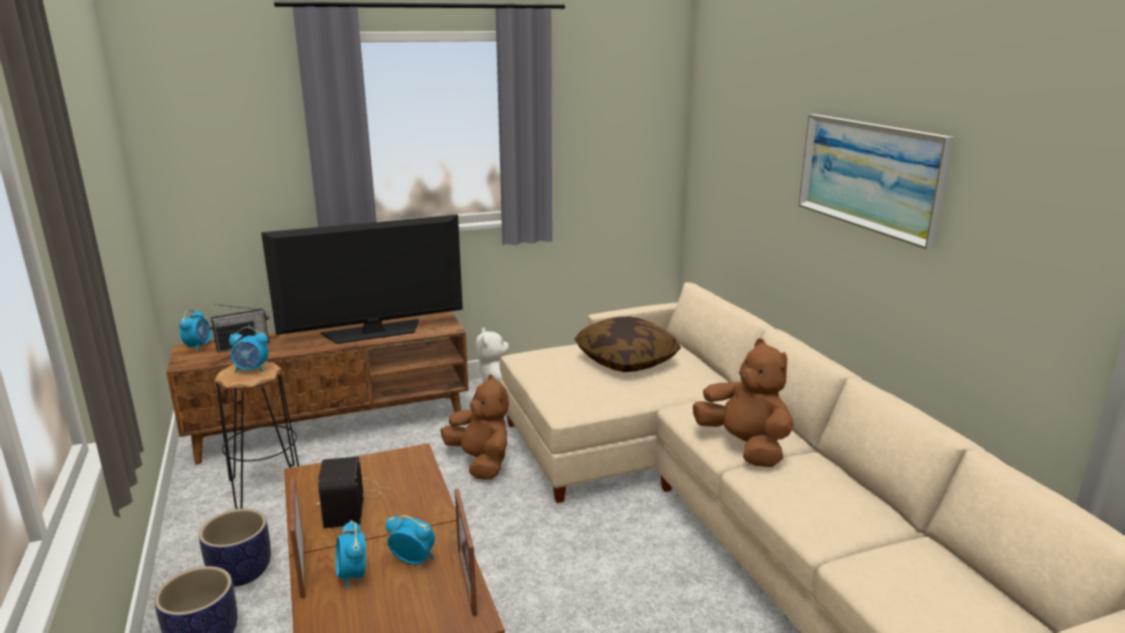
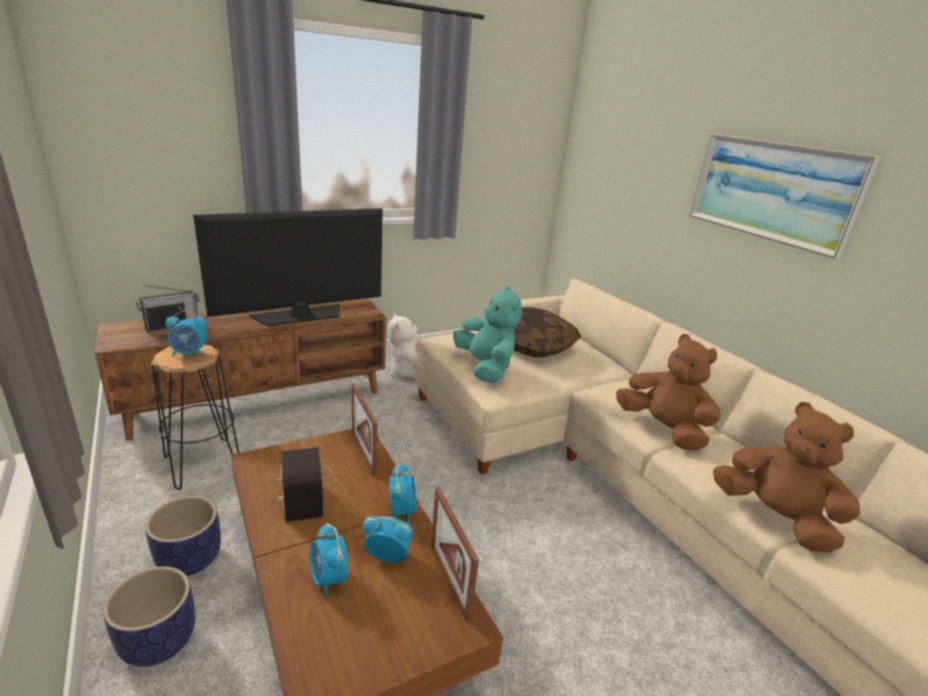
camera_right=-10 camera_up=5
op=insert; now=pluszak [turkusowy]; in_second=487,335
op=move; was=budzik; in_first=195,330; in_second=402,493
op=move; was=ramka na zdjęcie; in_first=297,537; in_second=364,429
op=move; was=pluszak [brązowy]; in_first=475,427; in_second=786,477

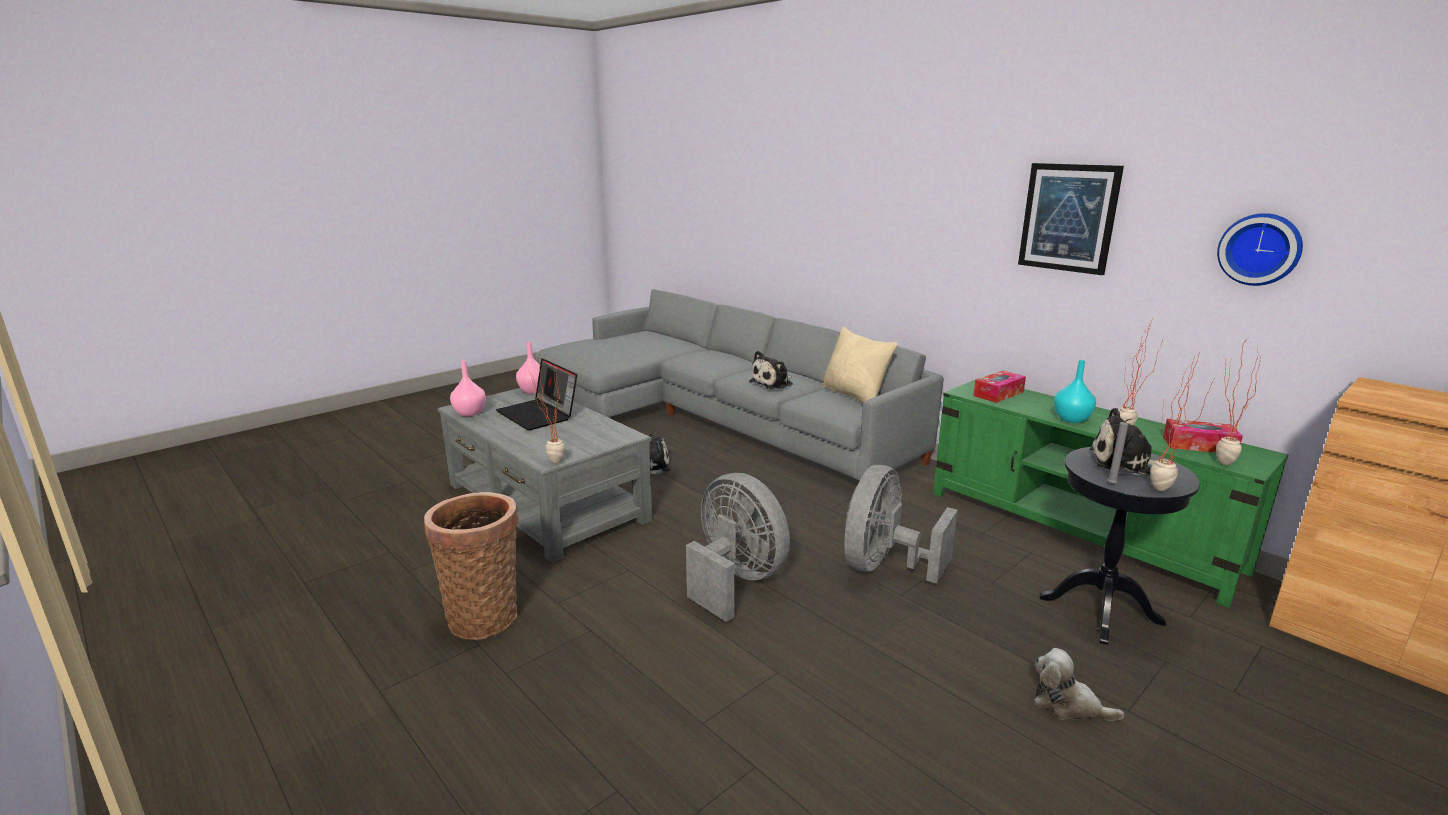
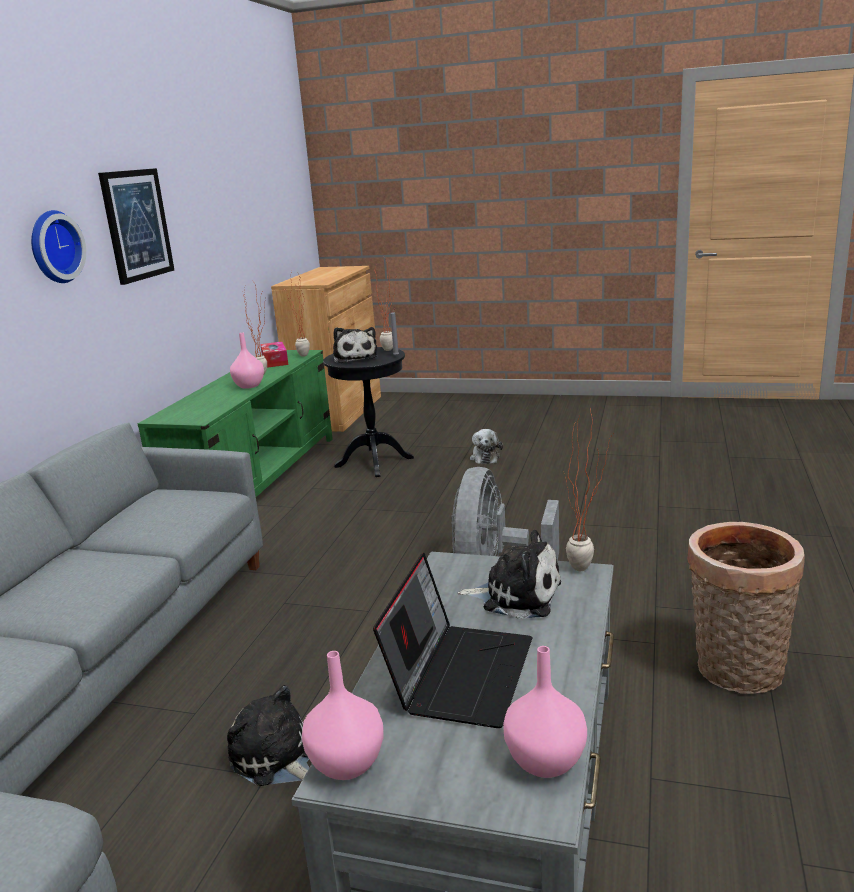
camera_right=-120 camera_up=0
op=delete; was=poduszka [beżowy]; in_first=860,365
op=delete; was=wentylator [szary]; in_first=901,524
op=delete; was=pudełko chusteczek; in_first=999,387
op=move; was=pluszak; in_first=771,370; in_second=509,574
op=move; was=zegar ścienny; in_first=1260,249; in_second=58,246
op=recolor; was=wazon [turkusowy]; now=wazon [różowy]; in_first=1075,391; in_second=247,361

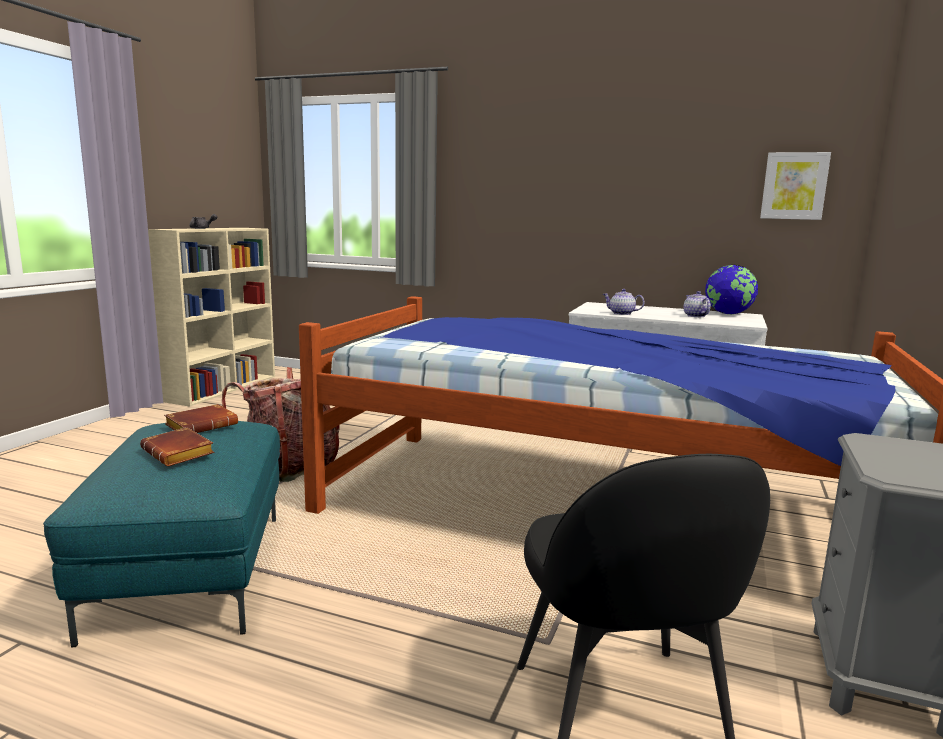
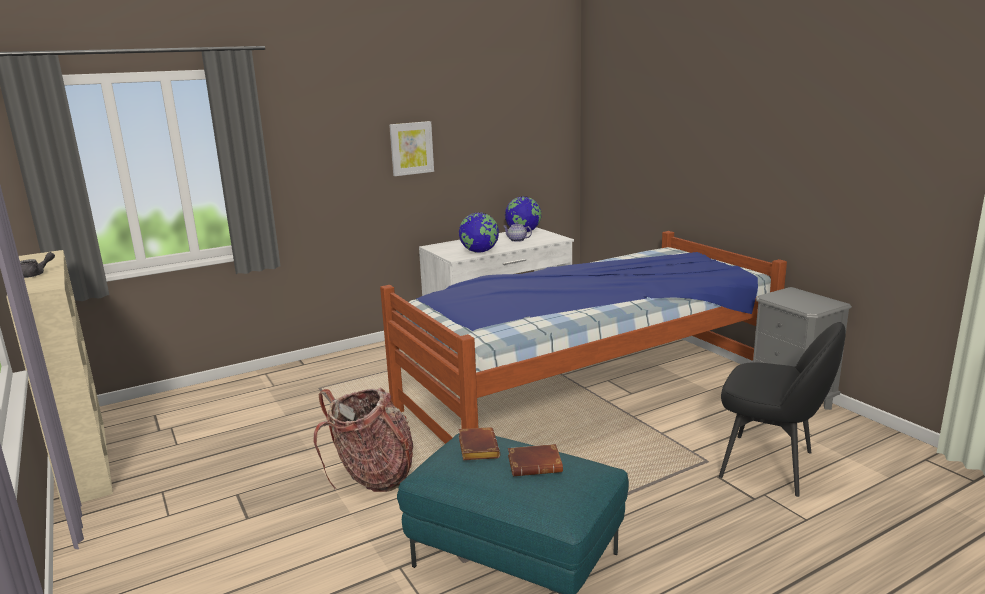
camera_right=-50 camera_up=5
op=move; was=obraz; in_first=795,186; in_second=411,148
op=replace; was=imbryk; now=globus; in_first=624,302; in_second=479,232

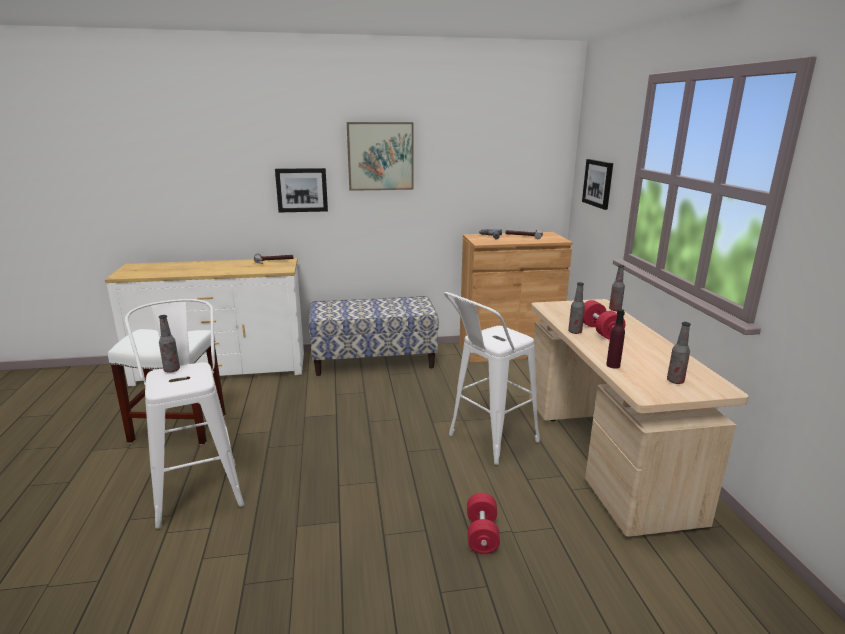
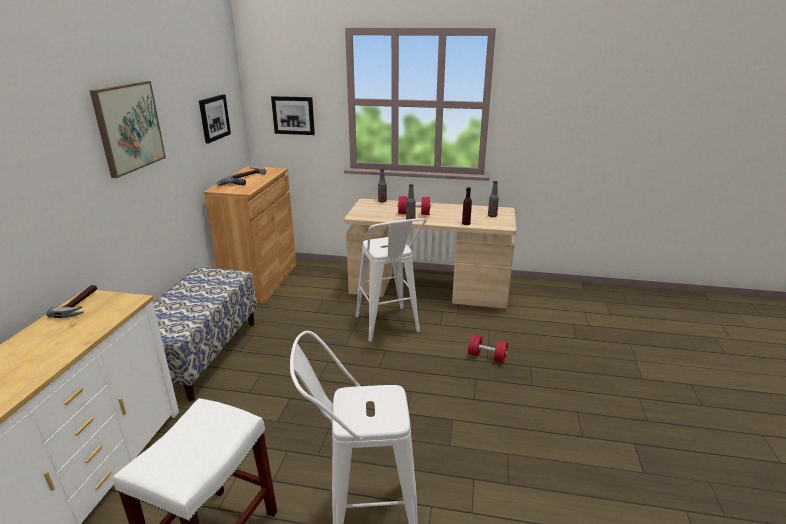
camera_right=-70 camera_up=5
op=delete; was=butelka; in_first=169,344
op=move; was=obraz; in_first=301,190; in_second=215,118

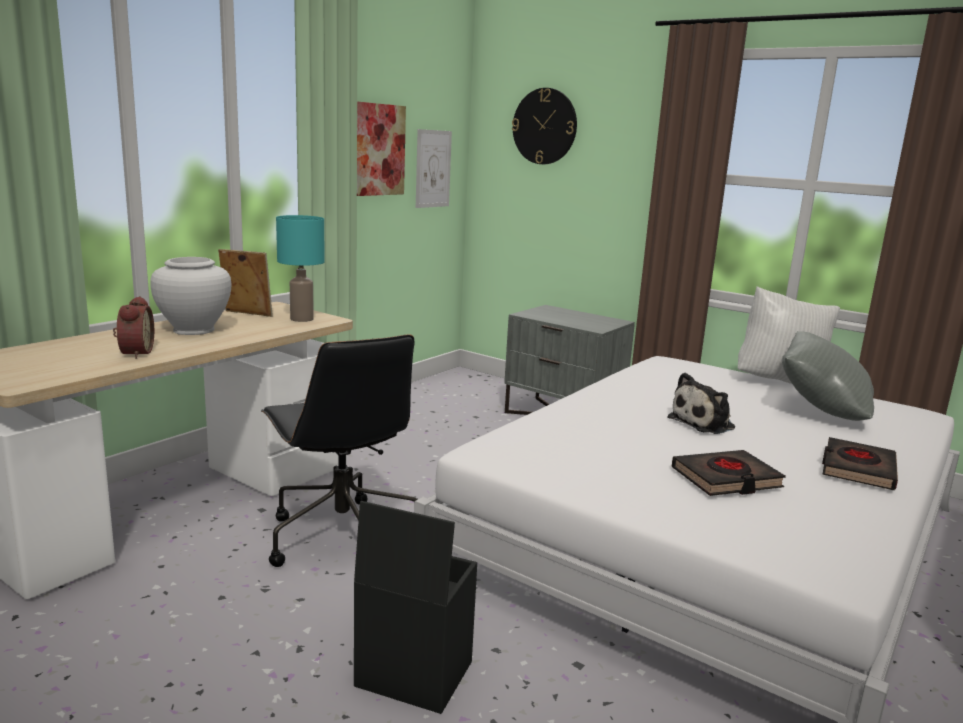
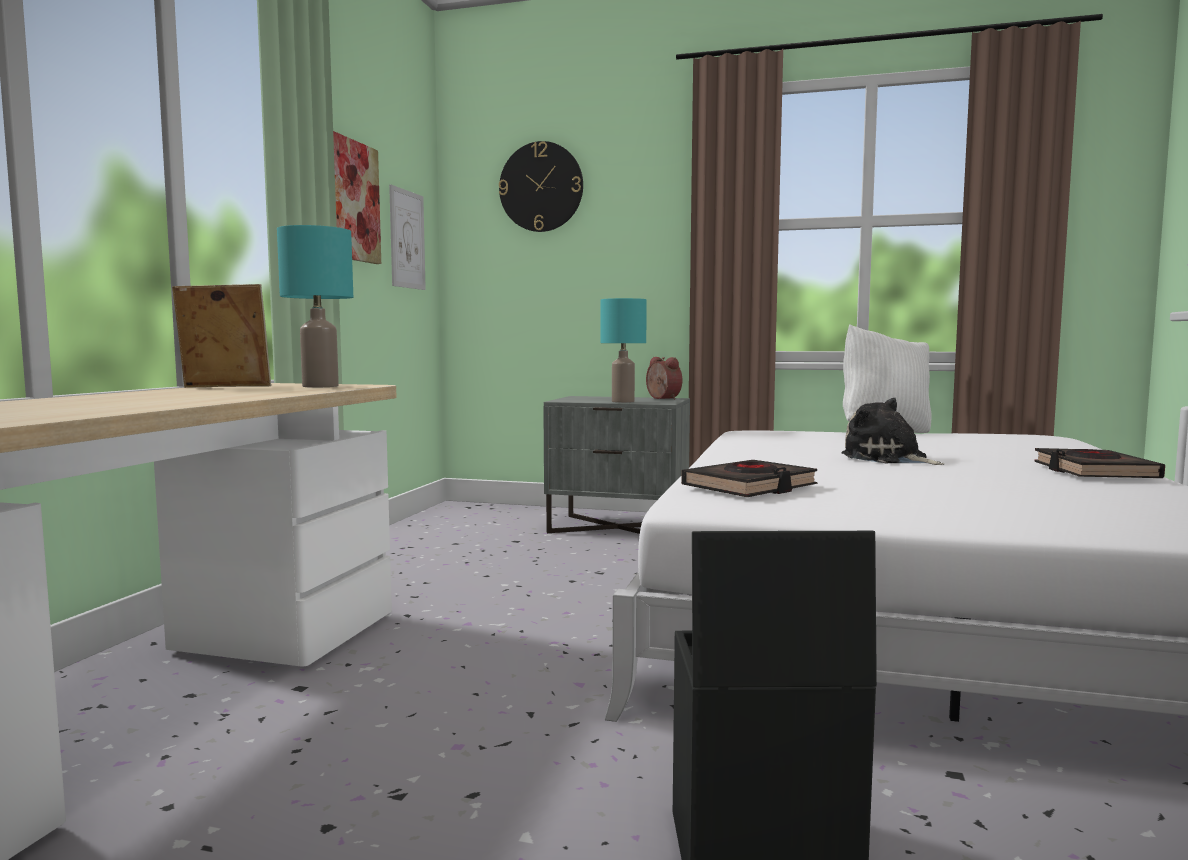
camera_right=-20 camera_up=-10
op=delete; was=wazon [biały]; in_first=190,296
op=delete; was=krzesło biurowe [czarny]; in_first=339,450
op=delete; was=poduszka [szary]; in_first=828,376
op=insert; now=lampa stołowa [turkusowy]; in_second=624,350
op=move; was=budzik; in_first=133,327; in_second=664,378
op=move; was=książka [czarny]; in_first=729,473; in_second=749,478
op=rotate; was=pluszak; in_first=701,403; in_second=893,431; clockwise=105

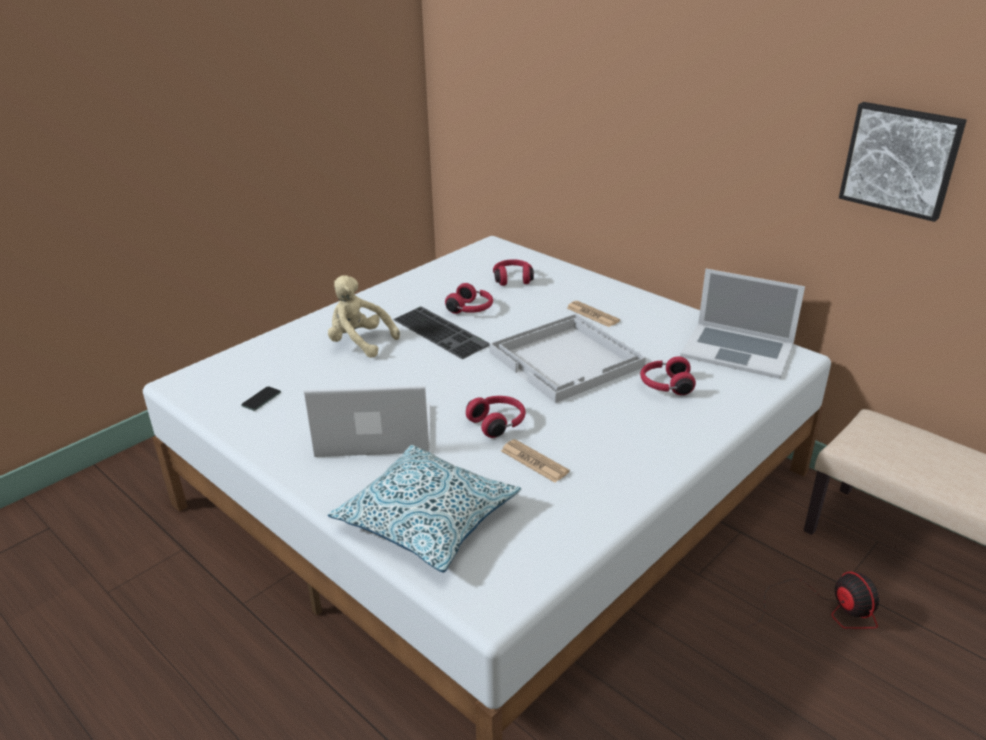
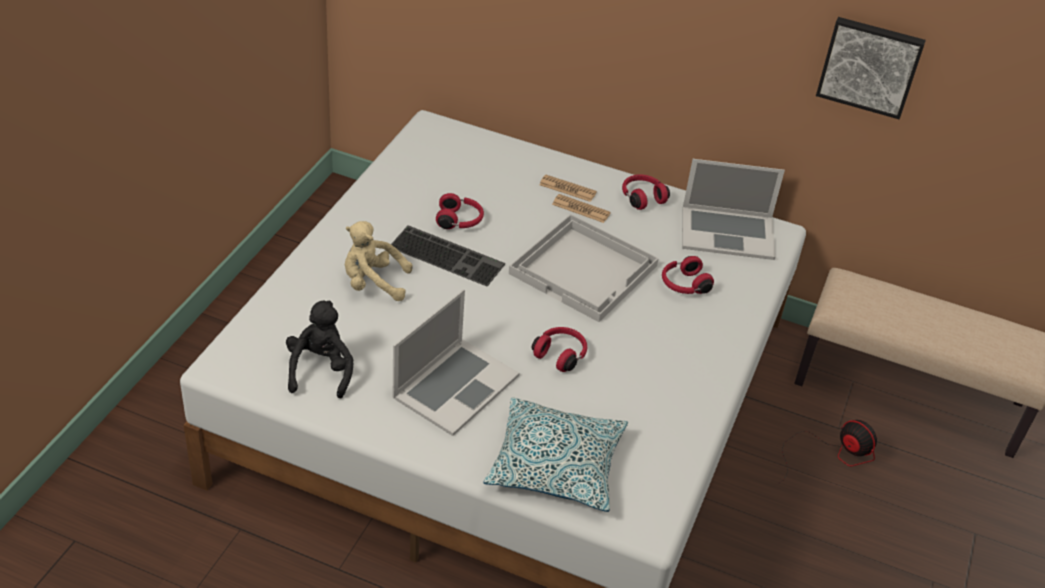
camera_right=-25 camera_up=10
op=move; was=słuchawki [czerwony]; in_first=513,272; in_second=646,192
op=move; was=gazeta; in_first=535,461; in_second=568,188
op=replace; was=telefon; now=pluszak [czarny]; in_first=261,398; in_second=320,349
op=rotate; was=laptop; in_first=367,421; in_second=456,362; clockwise=150

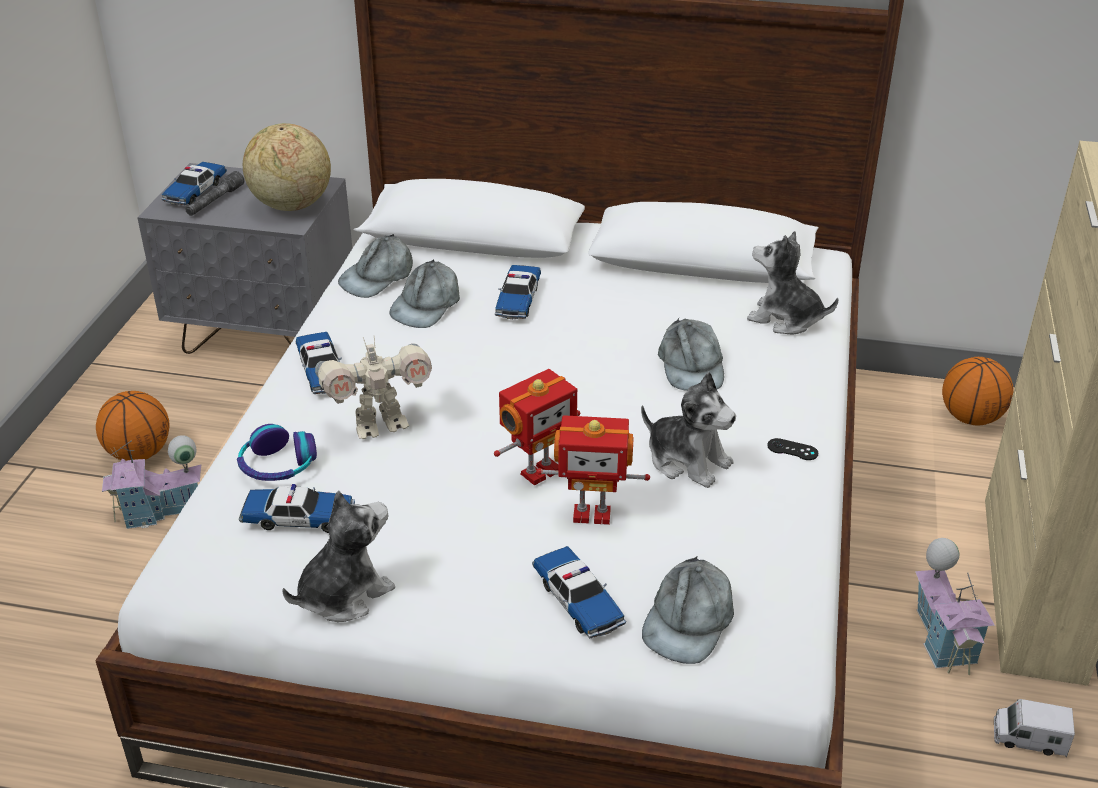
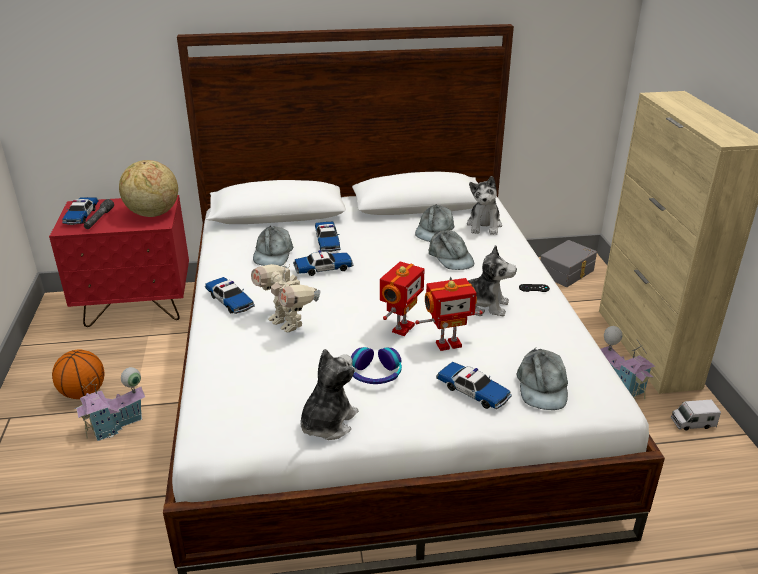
camera_right=-20 camera_up=-5
op=move; was=słuchawki; in_first=277,452; in_second=376,365
op=move; was=samochodzik; in_first=297,508; in_second=323,263
op=move; was=czapka z daszkiem [szary]; in_first=375,266; in_second=434,223
op=replace; was=piłka do koszykówki; now=pojemnik do przechowywania [szary]; in_first=978,391; in_second=568,263
op=recolor; was=szafka nocna [szary]; now=szafka nocna [czerwony]; in_first=244,258; in_second=119,261
op=rotate; was=robot zabawkowy; in_first=373,388; in_second=286,296; clockwise=90
op=rotate; was=pluszak; in_first=793,283; in_second=484,205; clockwise=-90

